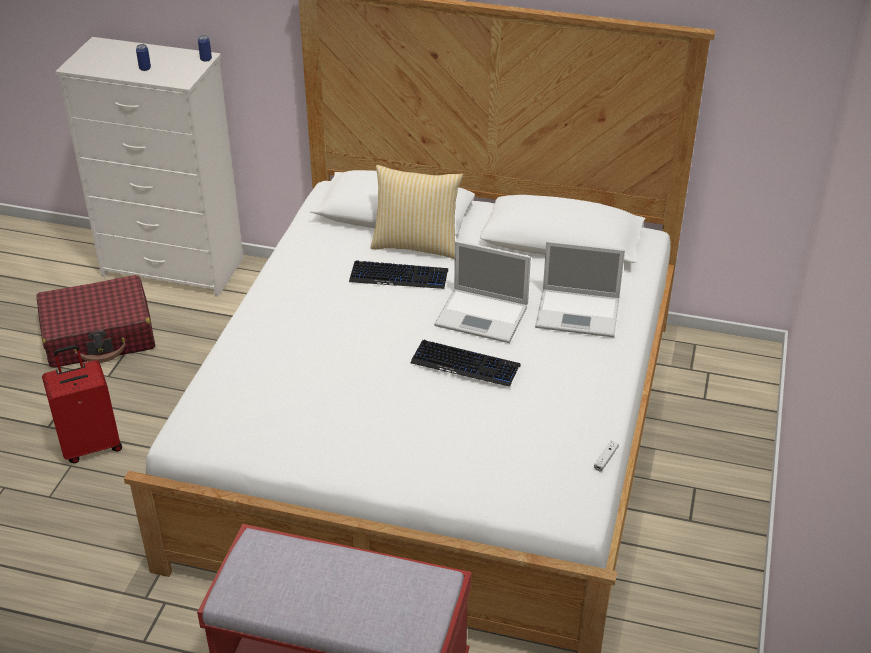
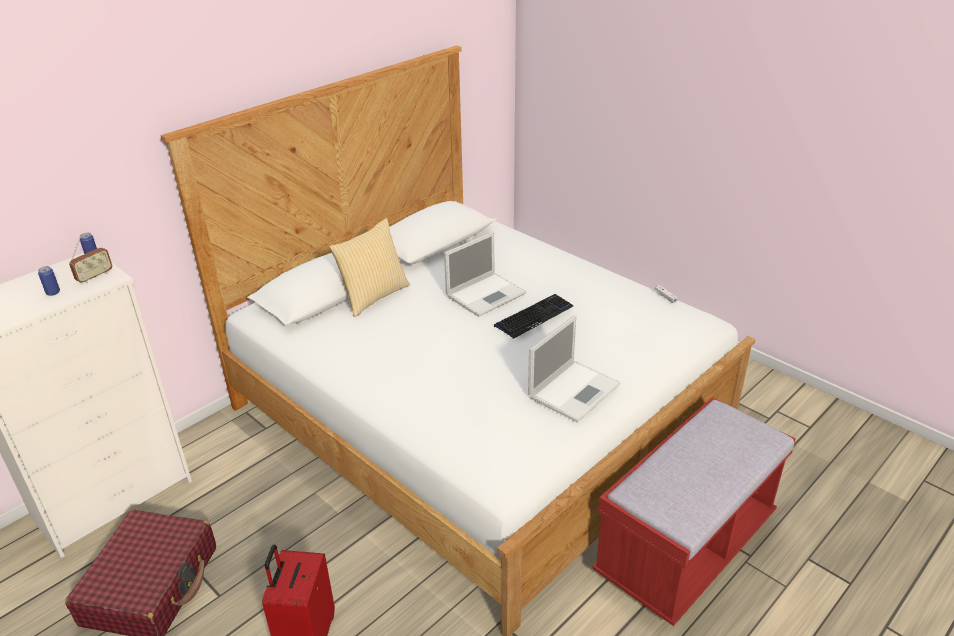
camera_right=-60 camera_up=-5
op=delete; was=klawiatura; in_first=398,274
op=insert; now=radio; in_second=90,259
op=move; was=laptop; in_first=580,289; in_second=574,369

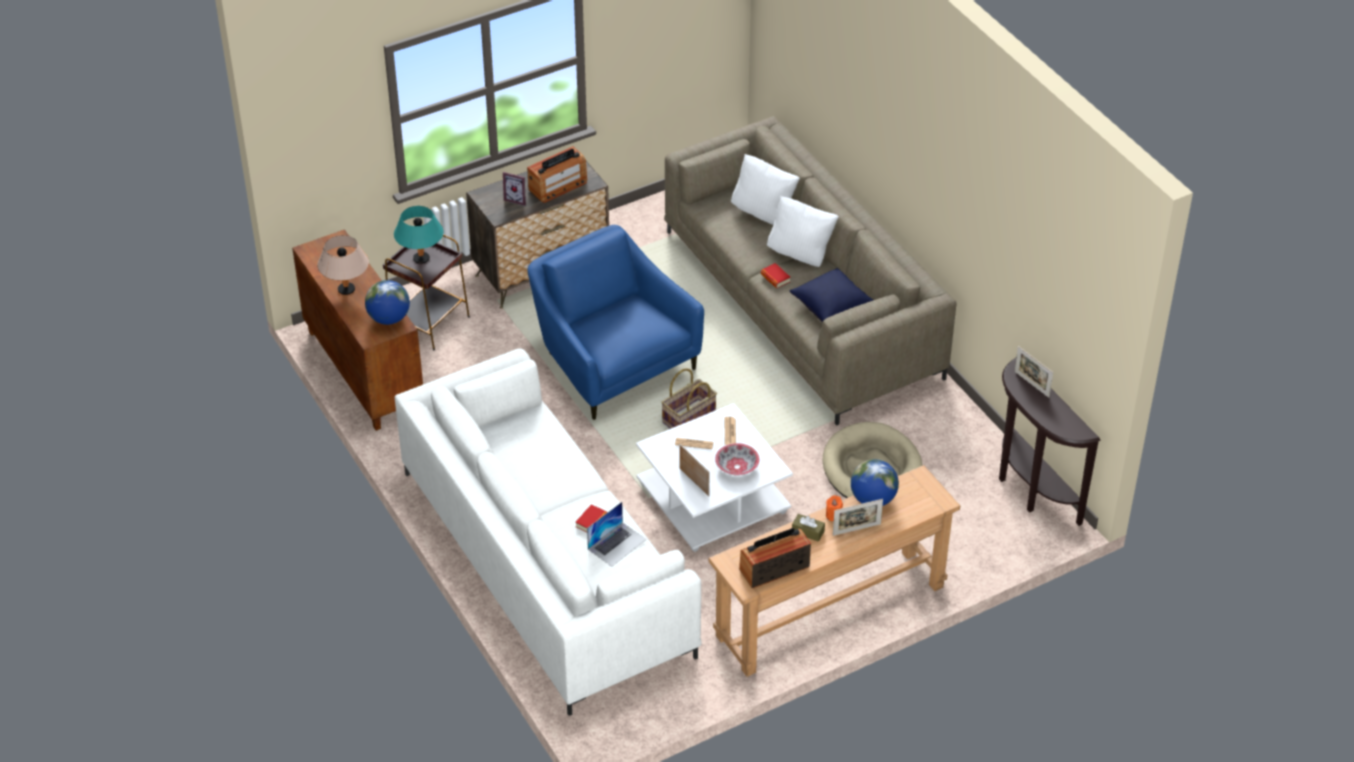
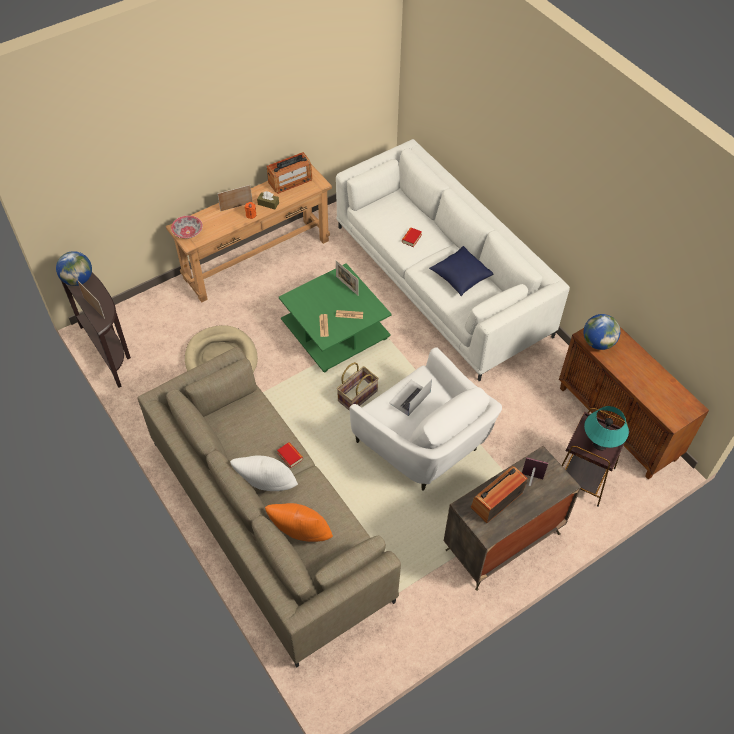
camera_right=175 camera_up=10
op=delete; was=lampa stołowa [beżowy]; in_first=343,265
op=move; was=laptop; in_first=616,534; in_second=410,397
op=move; was=miska; in_first=737,459; in_second=187,227
op=move; was=poduszka [niebieski]; in_first=832,295; in_second=461,271
op=move; was=globus; in_first=875,482; in_second=74,268
op=recolor; was=fotel [niebieski]; now=fotel [biały]; in_first=616,322; in_second=425,419
op=recolor; was=ława [biały]; now=ława [zielony]; in_first=714,477; in_second=335,318
op=recolor; was=poduszka [biały]; now=poduszka [pomarańczowy]; in_first=765,189; in_second=299,522

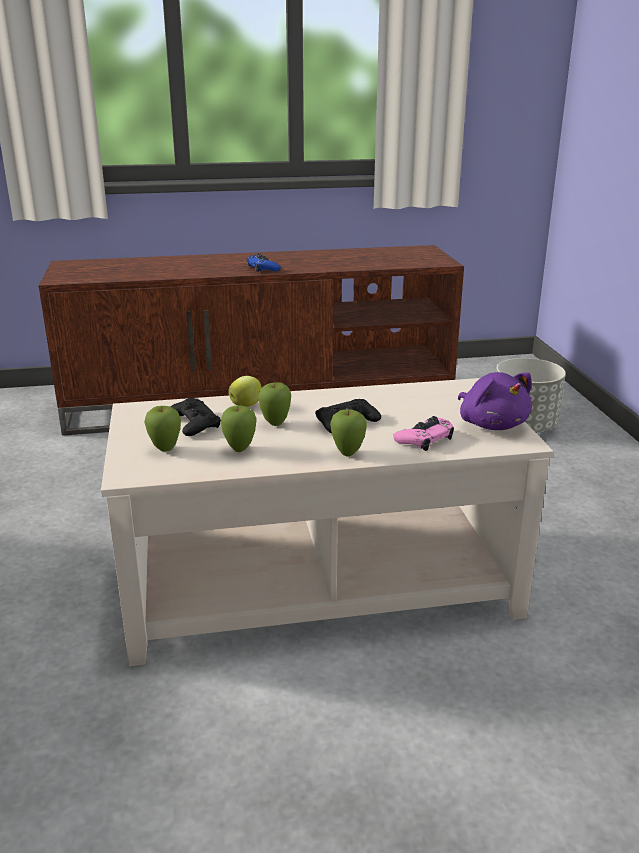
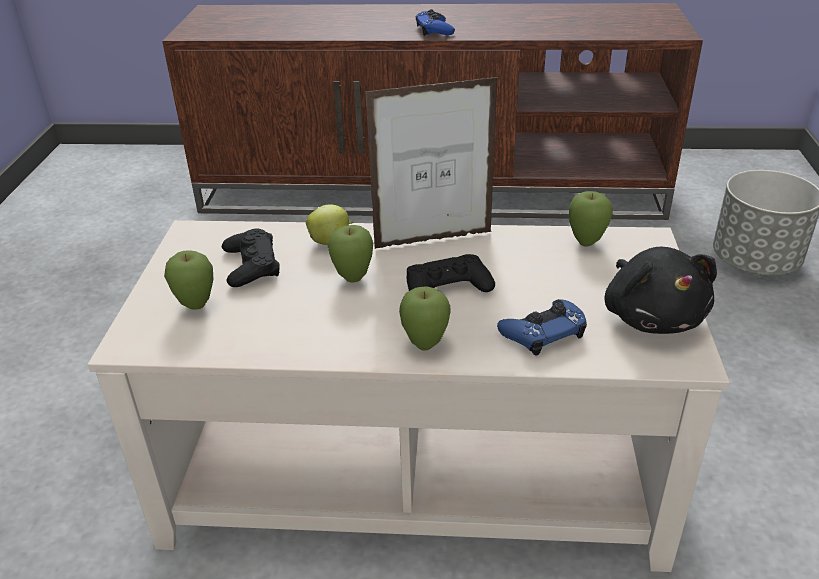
camera_right=15 camera_up=10
op=insert; now=ramka na zdjęcie; in_second=431,163
op=move; was=jabłko; in_first=239,428; in_second=591,219
op=recolor; was=pad do gier [różowy]; now=pad do gier [niebieski]; in_first=423,433; in_second=542,327
op=recolor; was=pluszak [fioletowy]; now=pluszak [czarny]; in_first=495,401; in_second=660,290

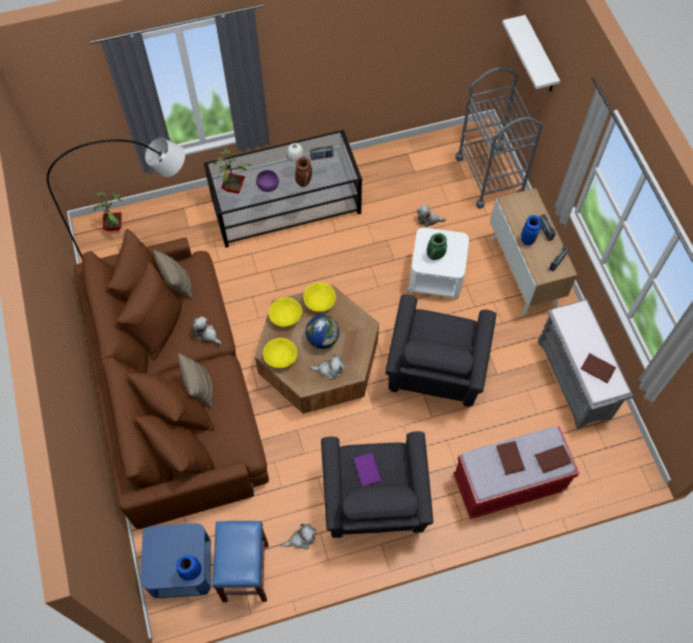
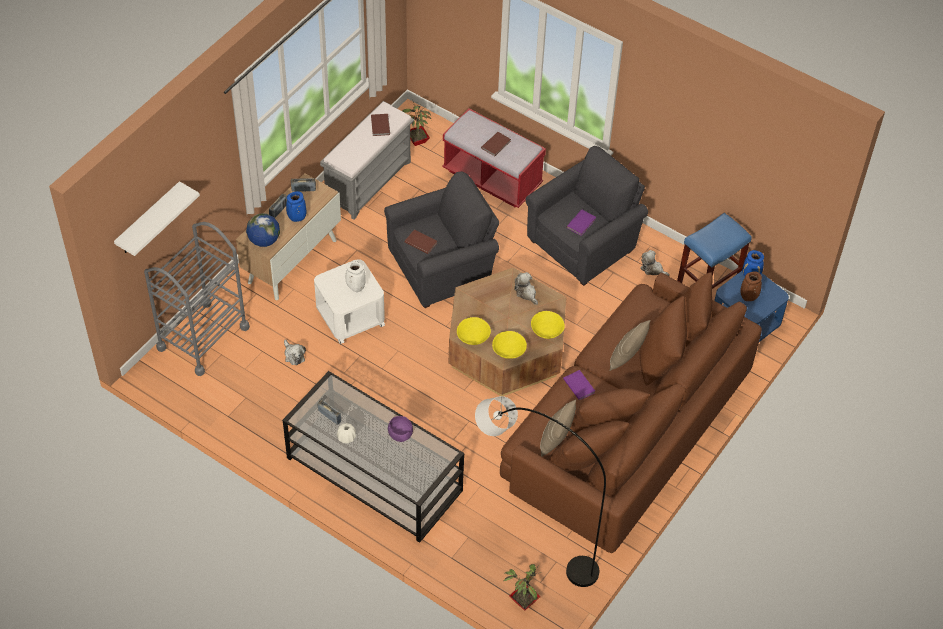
camera_right=-130 camera_up=-10
op=move; was=roślina doniczkowa; in_first=233,171; in_second=417,124
op=move; was=wazon [brązowy]; in_first=303,172; in_second=751,286
op=move; was=globus; in_first=322,332; in_second=263,230
op=move; was=książka [brązowy]; in_first=553,459; in_second=421,241
op=replace; was=pluszak; now=książka [fioletowy]; in_first=206,330; in_second=579,385
op=recolor; was=wazon [zielony]; now=wazon [biały]; in_first=437,246; in_second=356,276

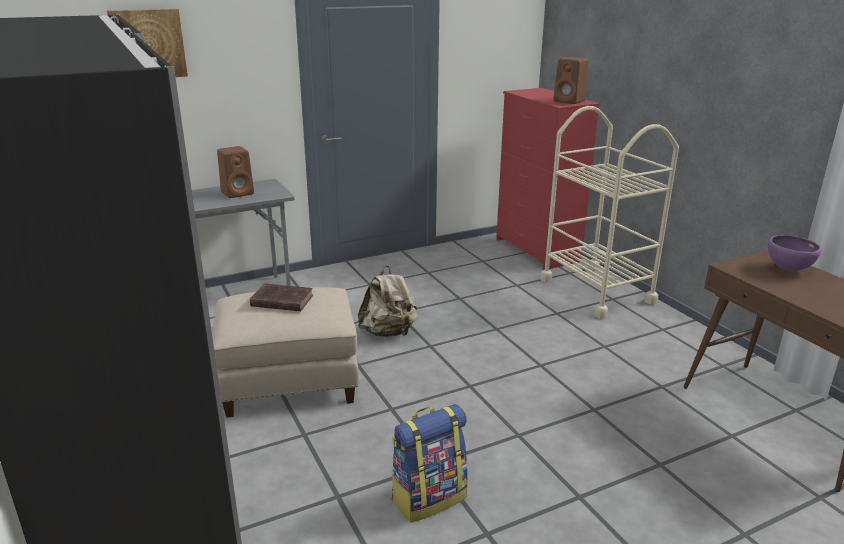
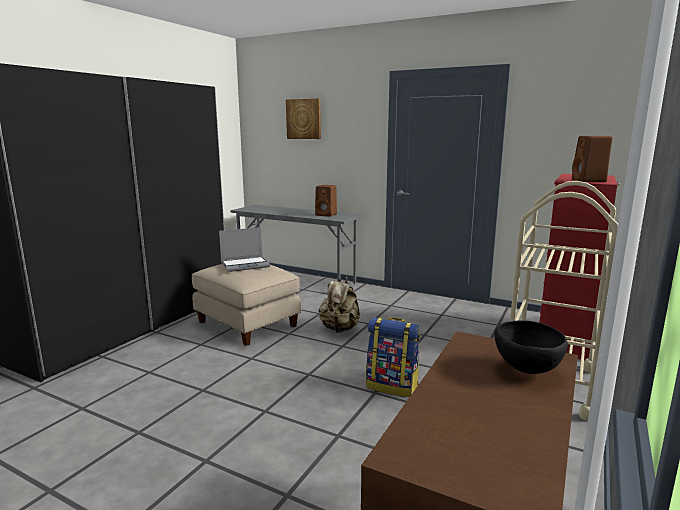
camera_right=55 camera_up=-10
op=move; was=plecak; in_first=429,463; in_second=393,357
op=replace; was=książka [brązowy]; now=laptop; in_first=281,297; in_second=244,249
op=recolor; was=miska [fioletowy]; now=miska [czarny]; in_first=794,253; in_second=531,347

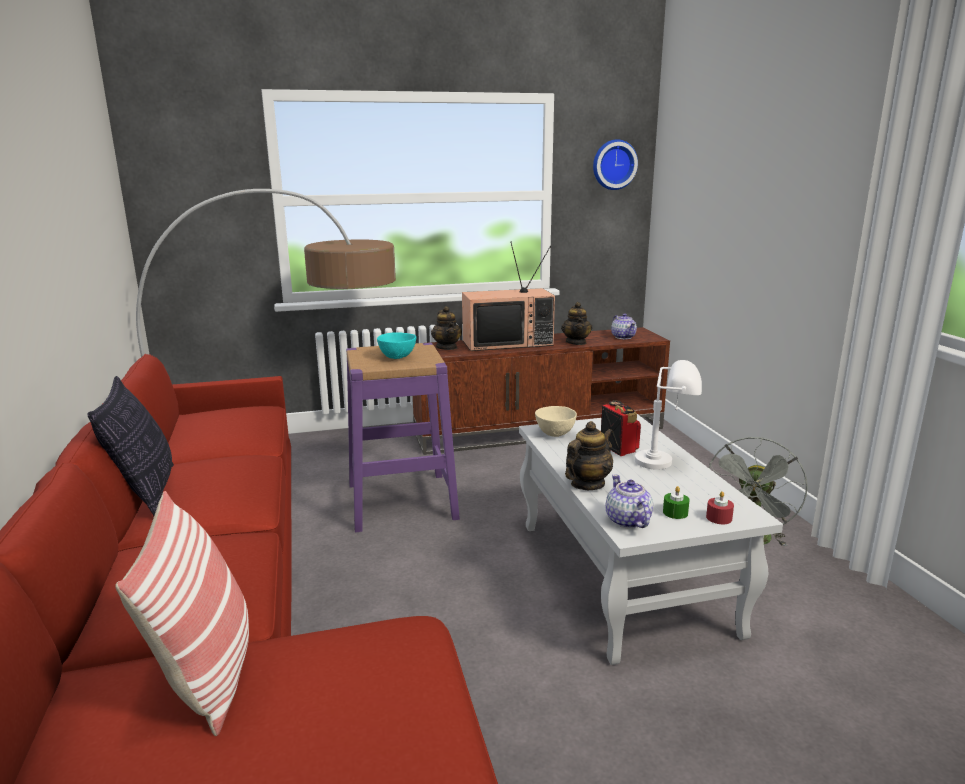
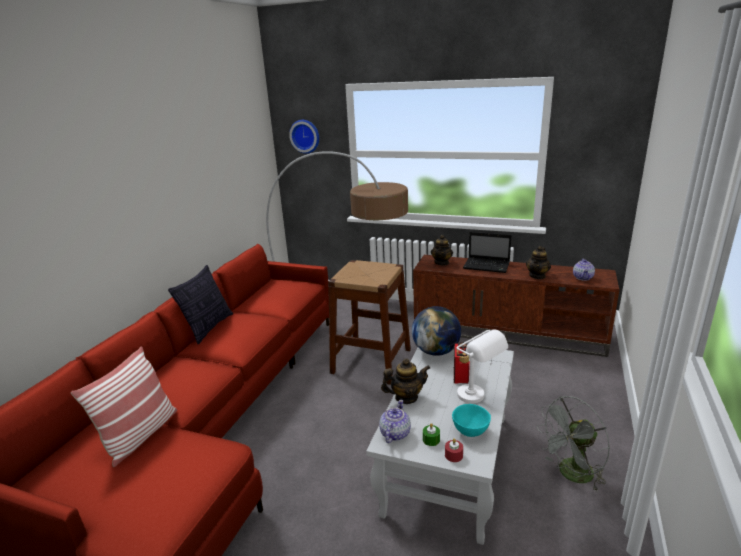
camera_right=35 camera_up=5
op=move; was=miska [turkusowy]; in_first=396,345; in_second=471,420
op=move; was=zegar ścienny; in_first=615,164; in_second=304,137
op=replace; was=telewizor; now=laptop; in_first=508,296; in_second=487,252
op=replace; was=miska [beżowy]; now=globus; in_first=556,421; in_second=436,331
op=recolor; was=stołek [fioletowy]; now=stołek [brązowy]; in_first=403,437; in_second=369,322

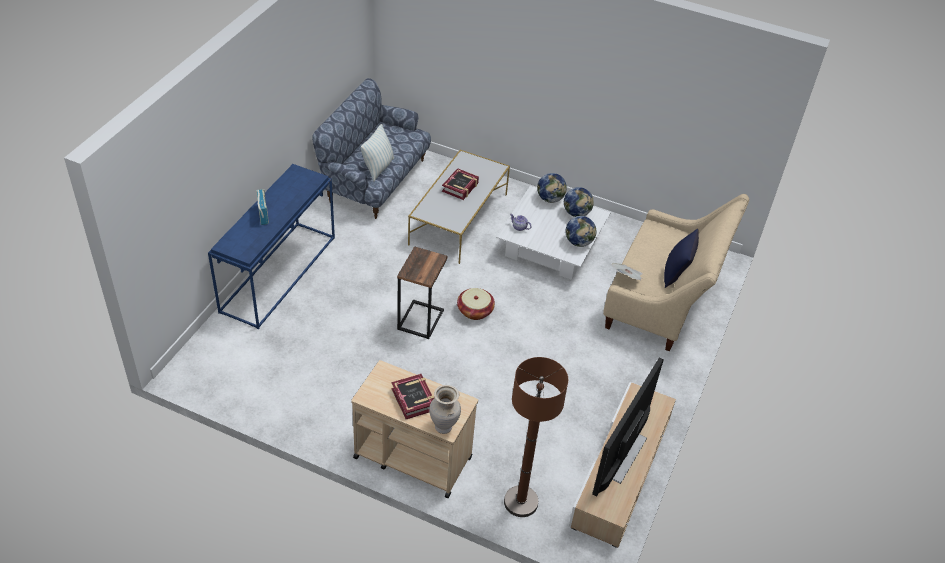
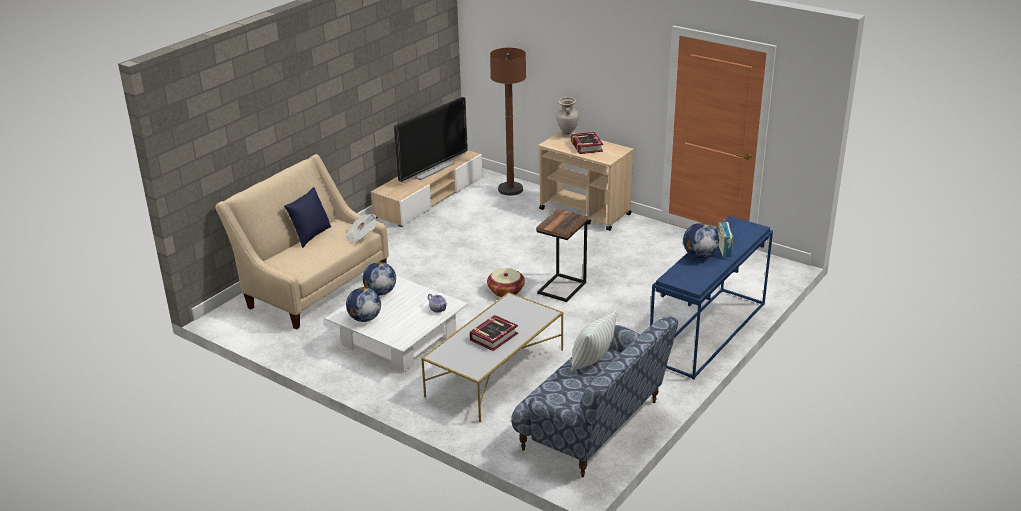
camera_right=-165 camera_up=-15
op=move; was=globus; in_first=552,188; in_second=701,240

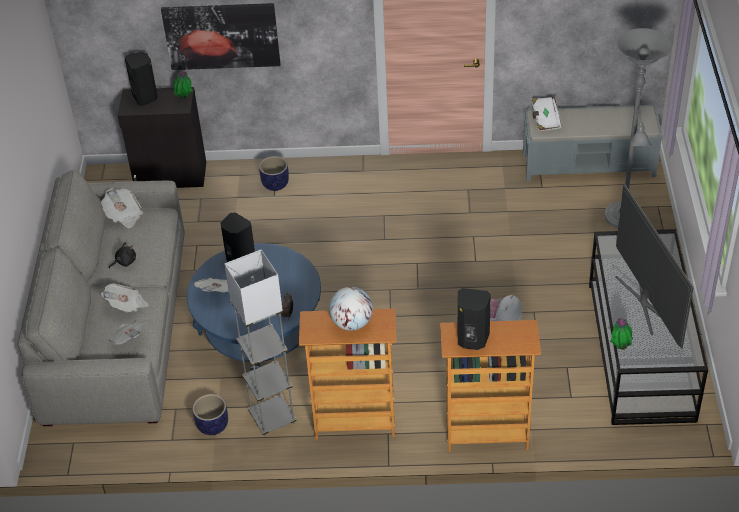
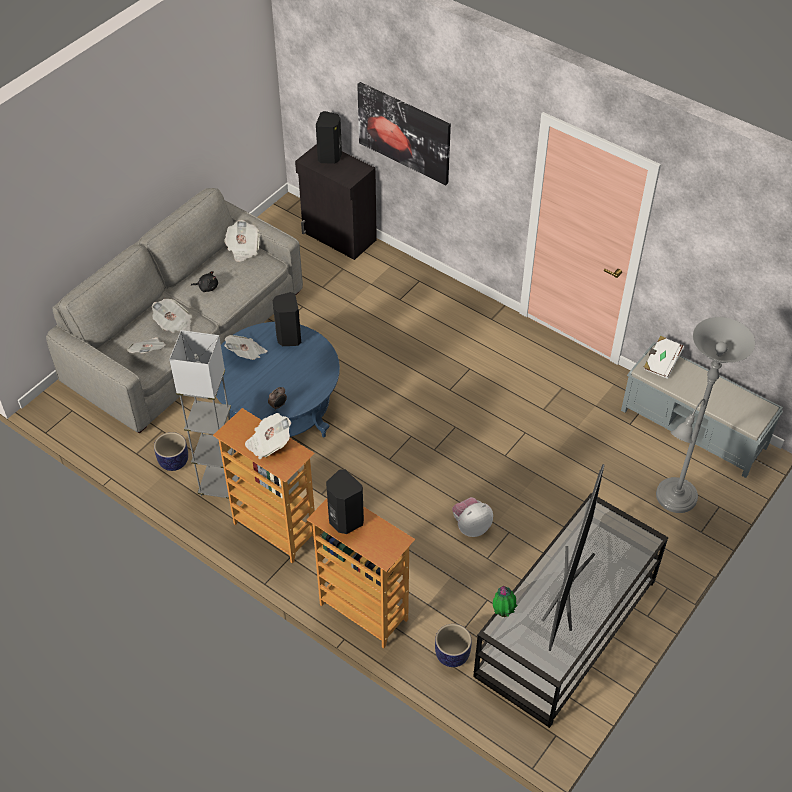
camera_right=35 camera_up=5
op=delete; was=roślina doniczkowa; in_first=183,84
op=move; was=donica; in_first=274,173; in_second=453,645
op=replace; was=globus; now=gazeta; in_first=351,309; in_second=268,436

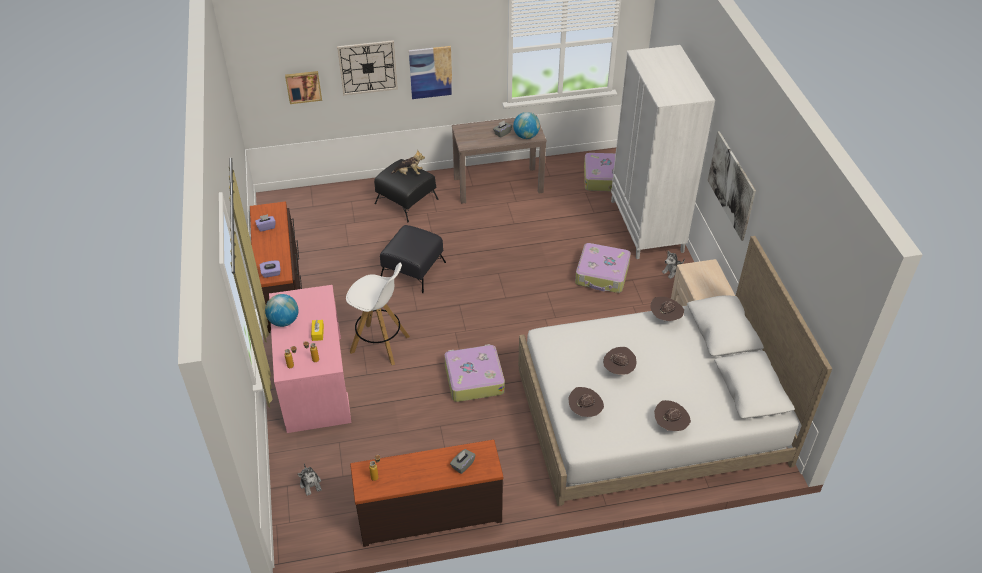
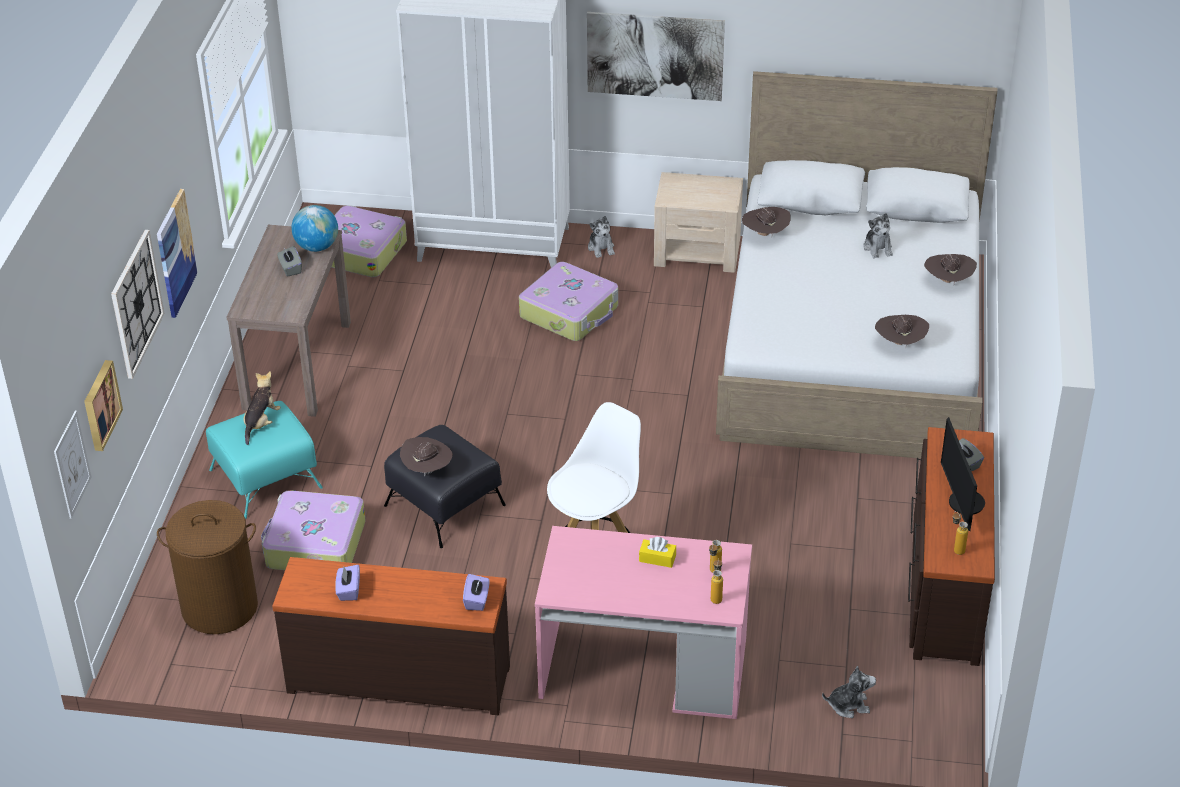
camera_right=-70 camera_up=-5
op=delete; was=globus; in_first=281,310
op=insert; now=obraz; in_second=73,465
op=insert; now=kosz na pranie [brązowy]; in_second=207,567
op=insert; now=pluszak; in_second=878,235
op=insert; now=monitor; in_second=963,474
op=move; was=walizka; in_first=474,373; in_second=313,530
op=move; was=kapelusz [brązowy]; in_first=620,361; in_second=426,456
op=recolor; was=pufa [czarny]; now=pufa [turkusowy]; in_first=406,191; in_second=264,460

